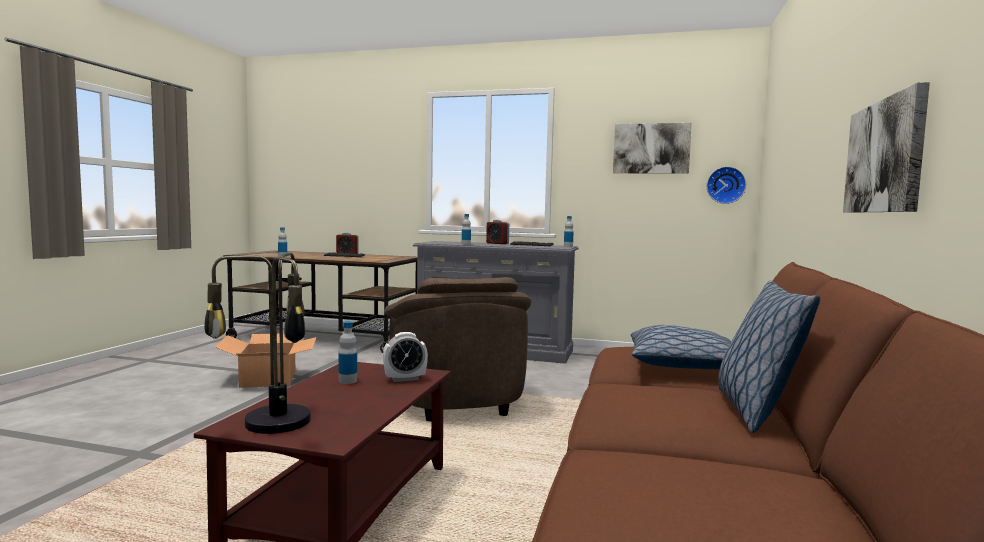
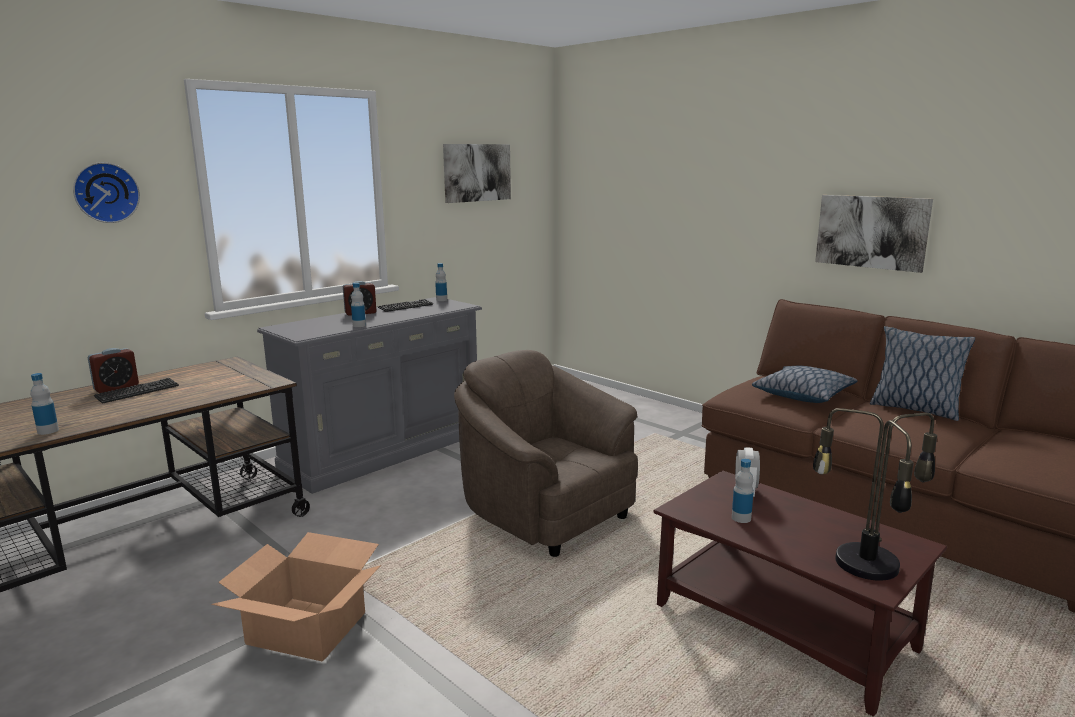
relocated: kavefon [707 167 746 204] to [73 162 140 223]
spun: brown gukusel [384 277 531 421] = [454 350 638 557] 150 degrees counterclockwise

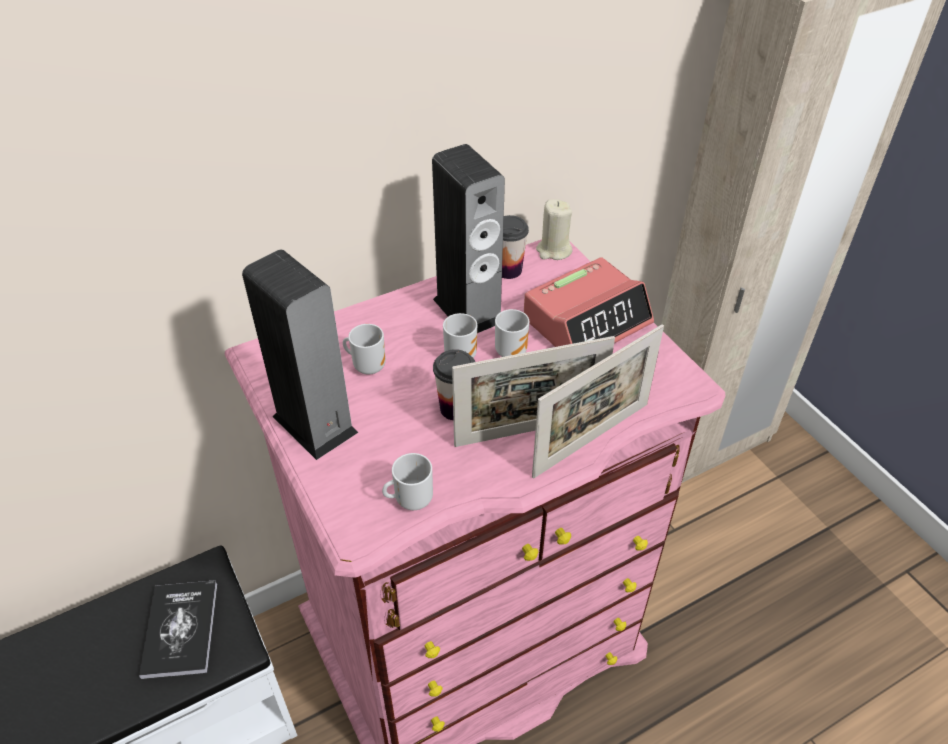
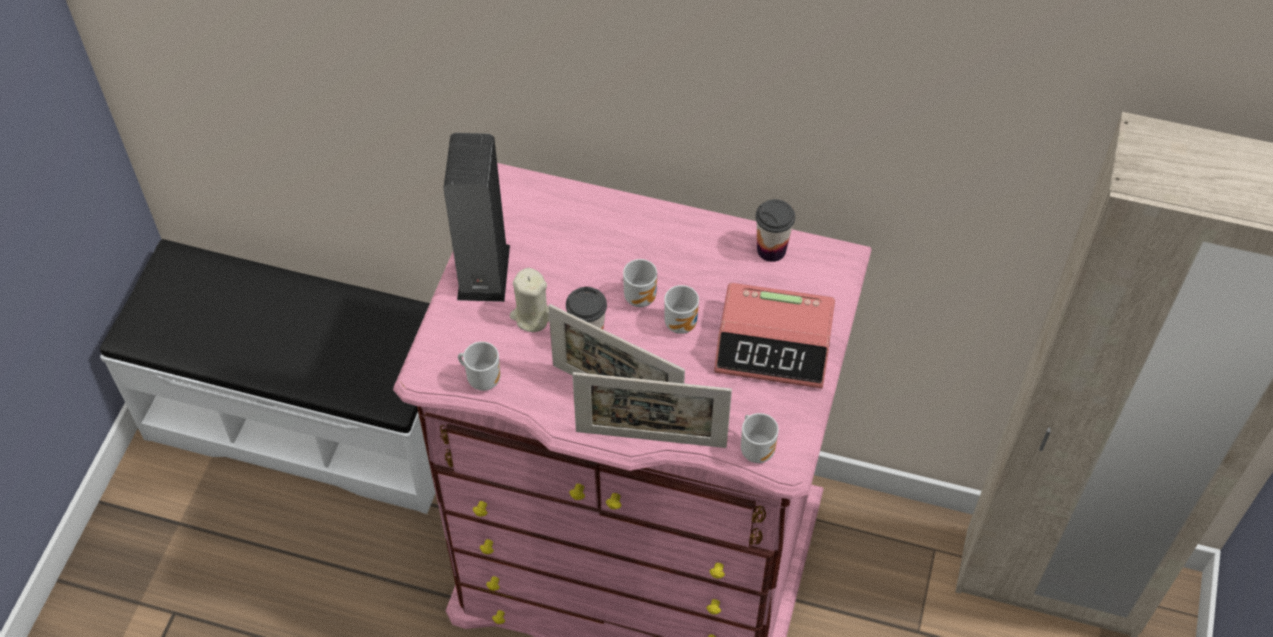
missing: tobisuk [139 580 217 679]; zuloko [432 144 505 333]
relocated: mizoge [343 324 386 374] to [741 413 779 463]; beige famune [536 199 572 260] to [510 268 549 332]

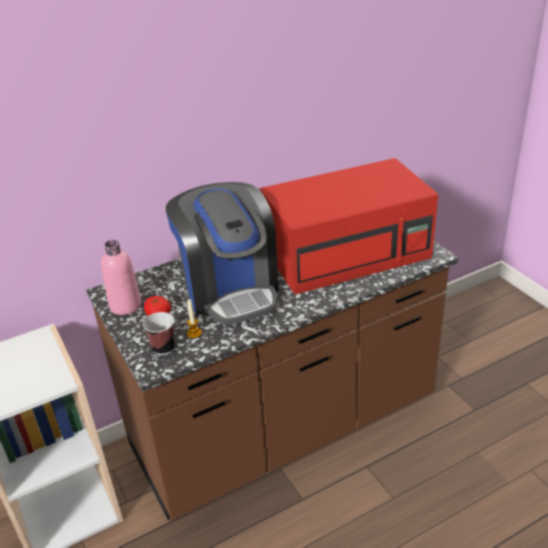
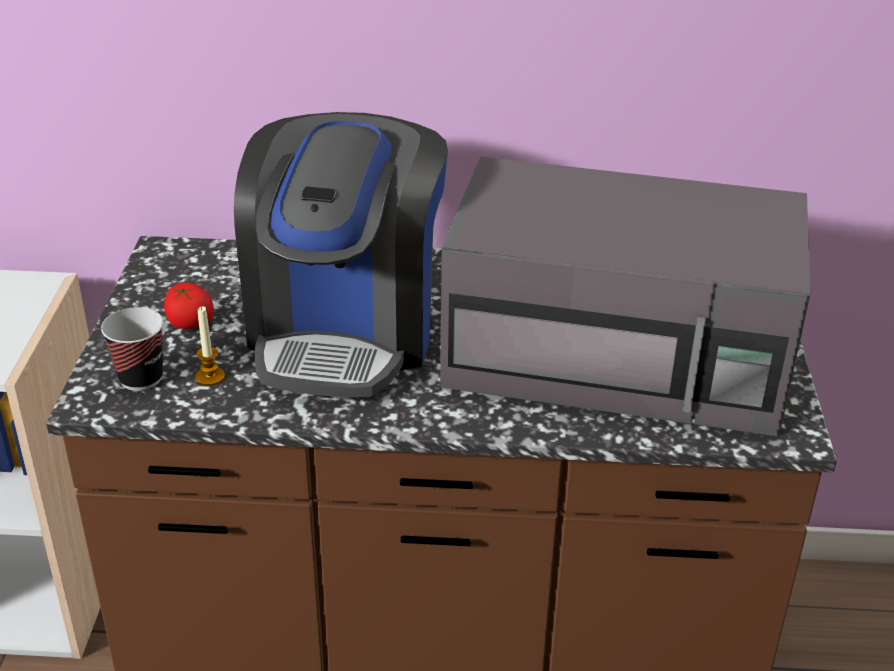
missing: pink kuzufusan [101 240 141 315]
colour: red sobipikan [260 158 438 295] to grey sobipikan [440 157 811 436]

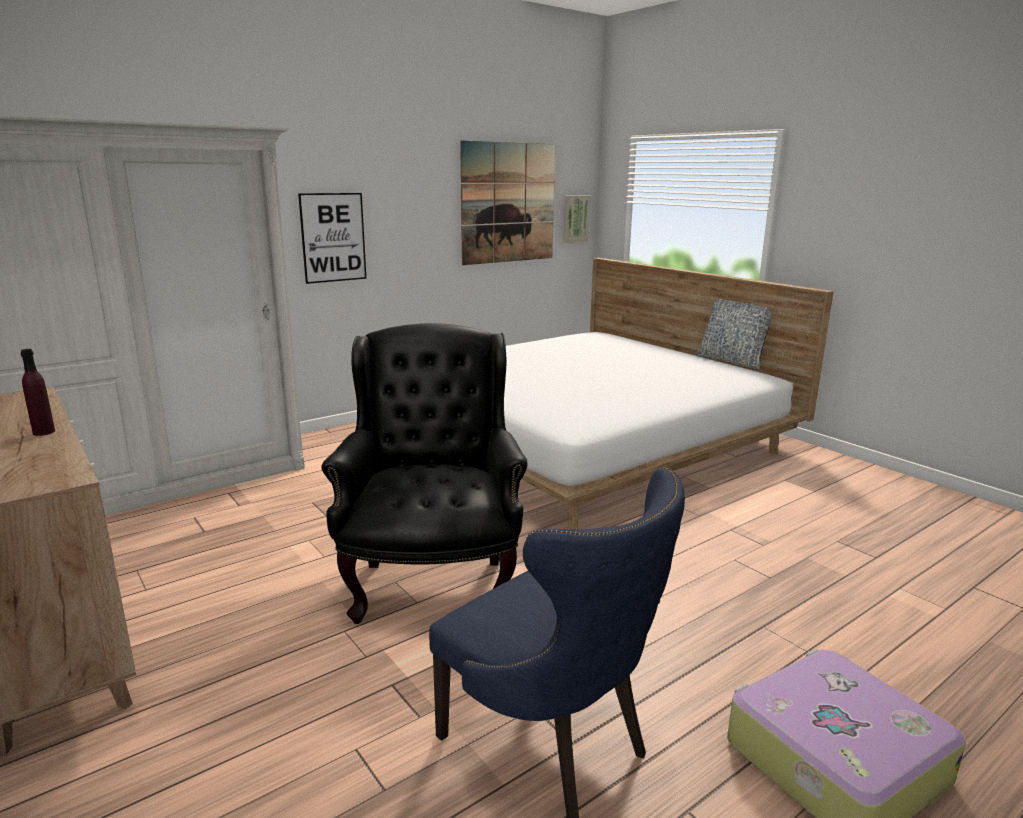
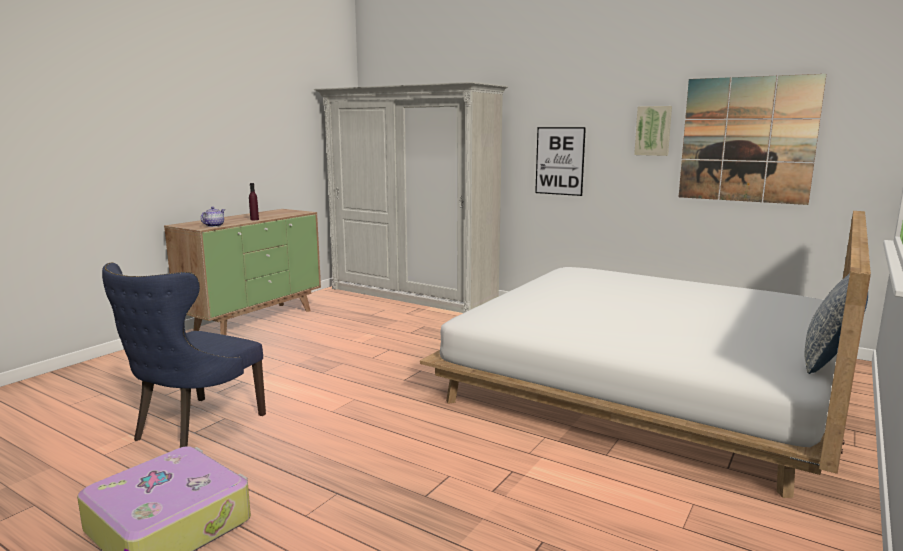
missing: black gukusel [322 323 528 624]
appeared: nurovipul [201 207 225 227]
relocated: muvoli [563 195 590 243] to [634 106 672 156]

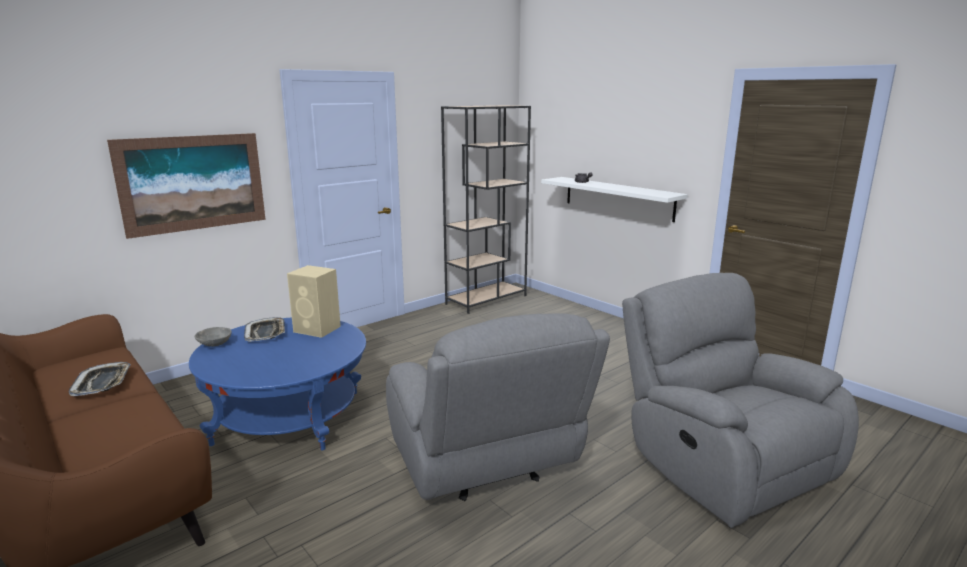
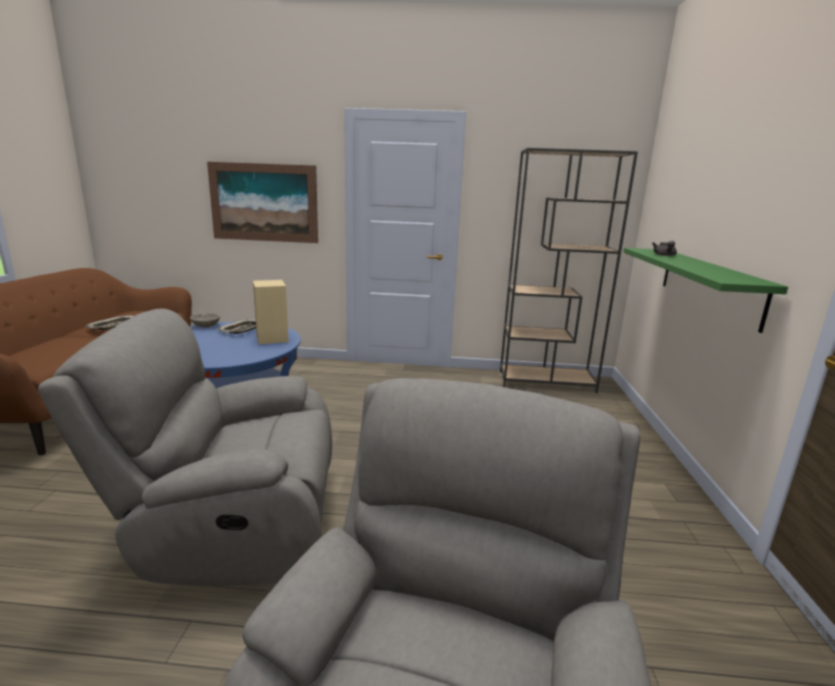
colour: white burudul [541 177 688 222] to green burudul [623 248 788 333]
spun: grey gukusel [386 313 610 501] = [38 309 332 587] 60 degrees clockwise

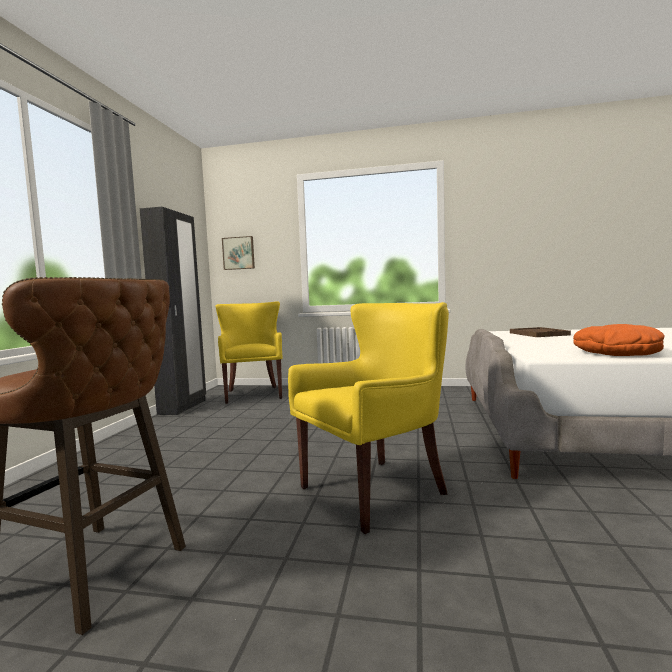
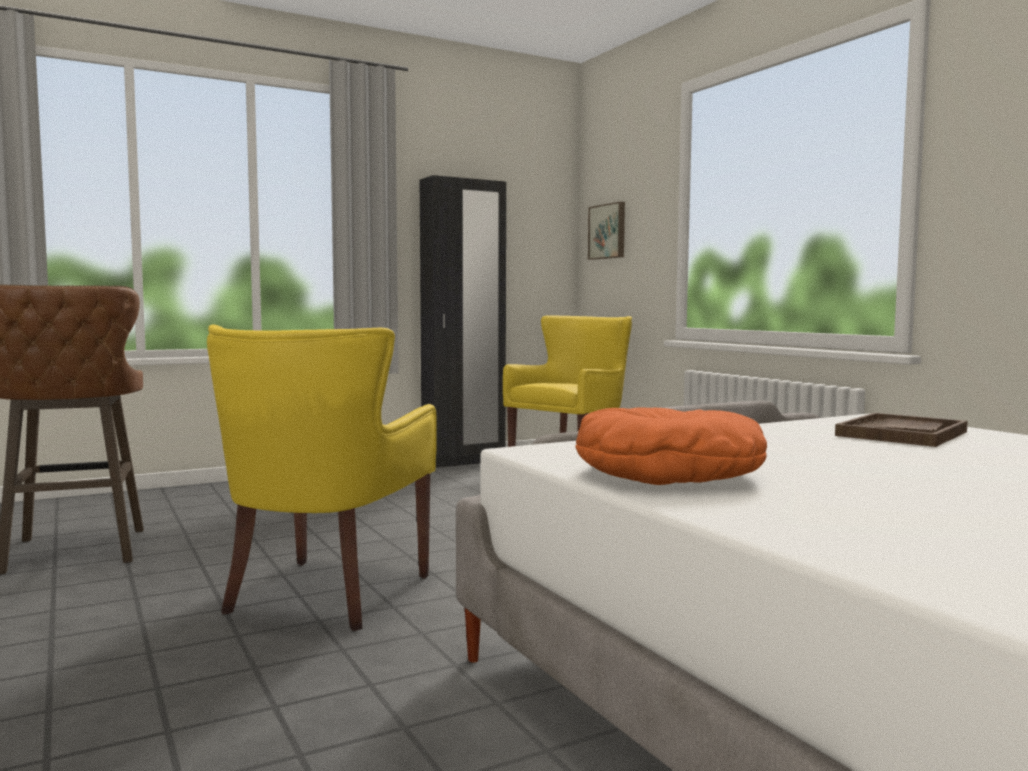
spun: yellow gukusel [288 302 449 534] = [207 324 437 631] 90 degrees clockwise

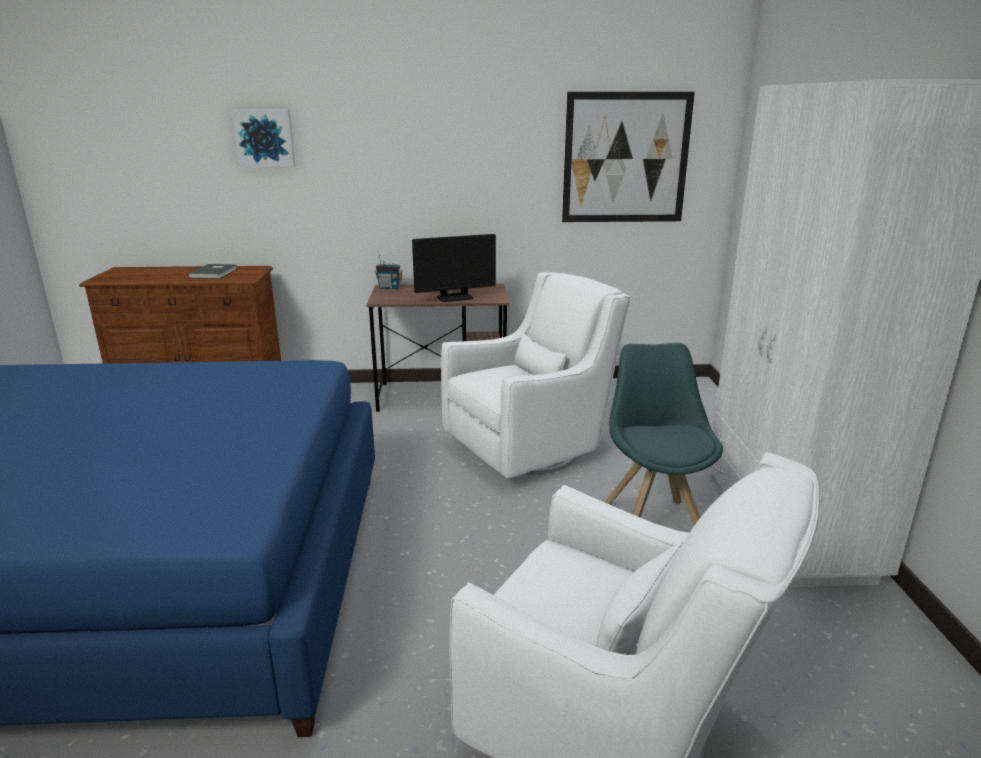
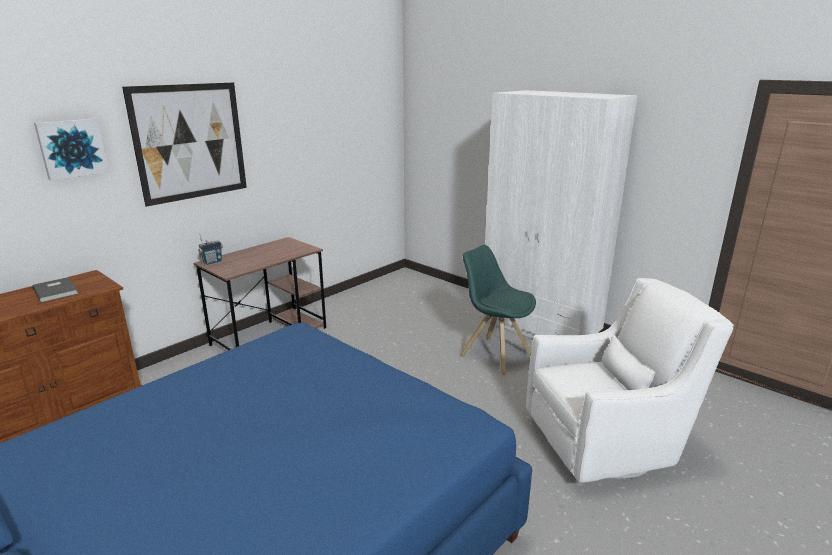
missing: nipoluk [412 234 496 302]; white gukusel [441 272 630 479]
relocated: muvoli [562 92 695 222] to [122 82 247 207]

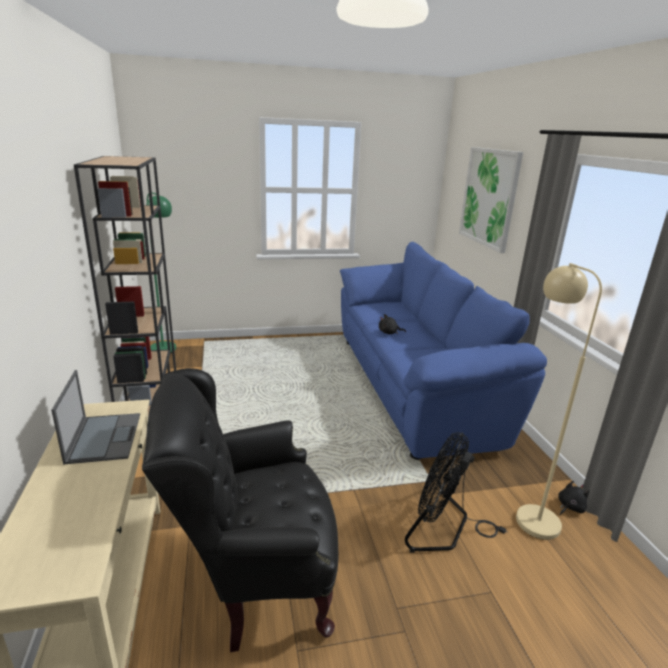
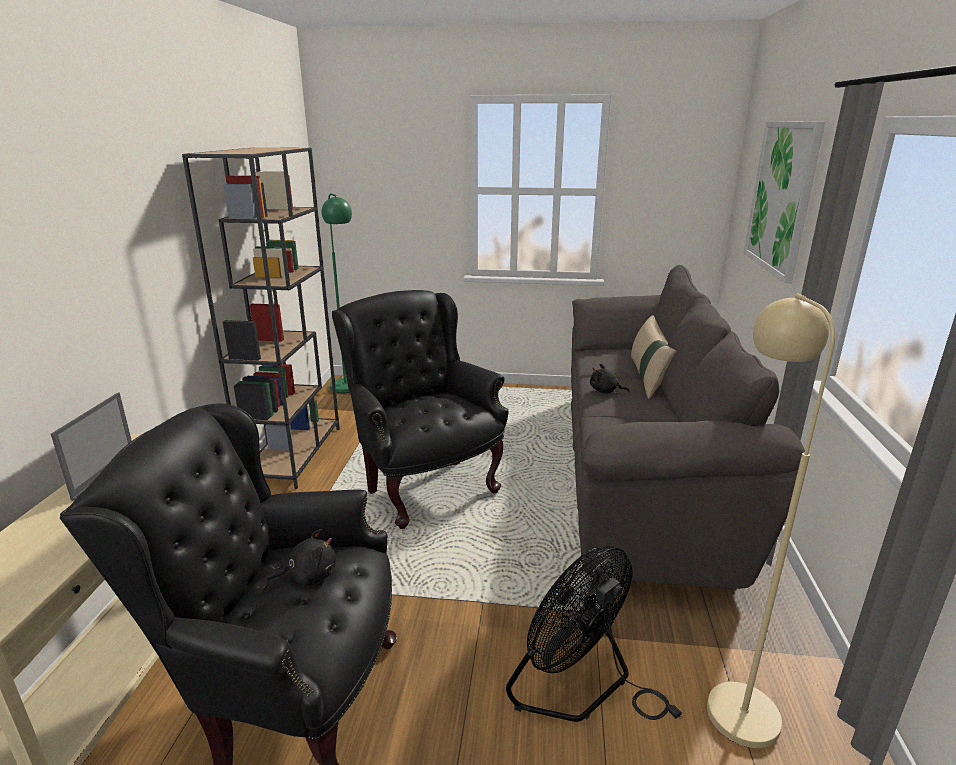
appeared: black gukusel [332 290 509 529]; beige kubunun [631 315 677 399]
relocated: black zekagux [558 481 590 515] to [266 529 336 587]
colour: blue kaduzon [340 242 547 460] to grey kaduzon [571 265 805 589]

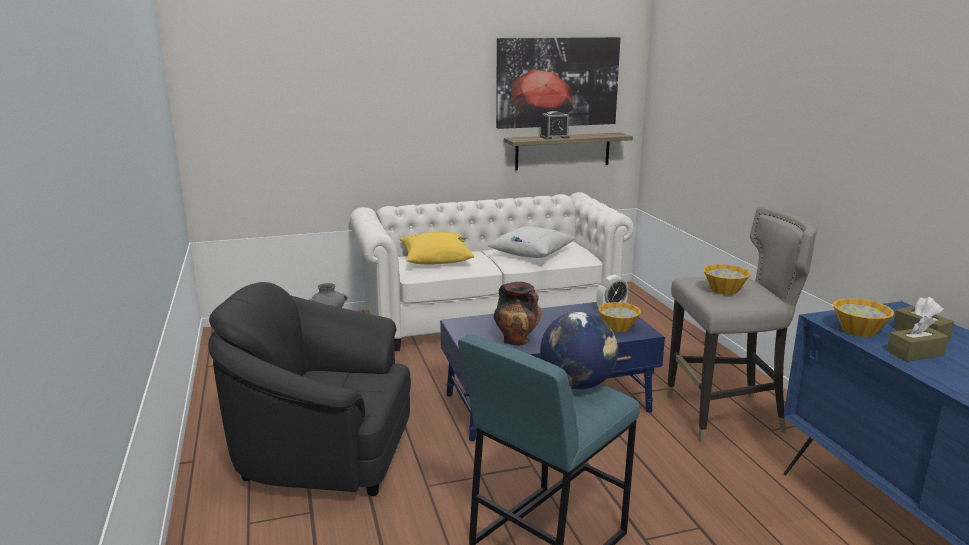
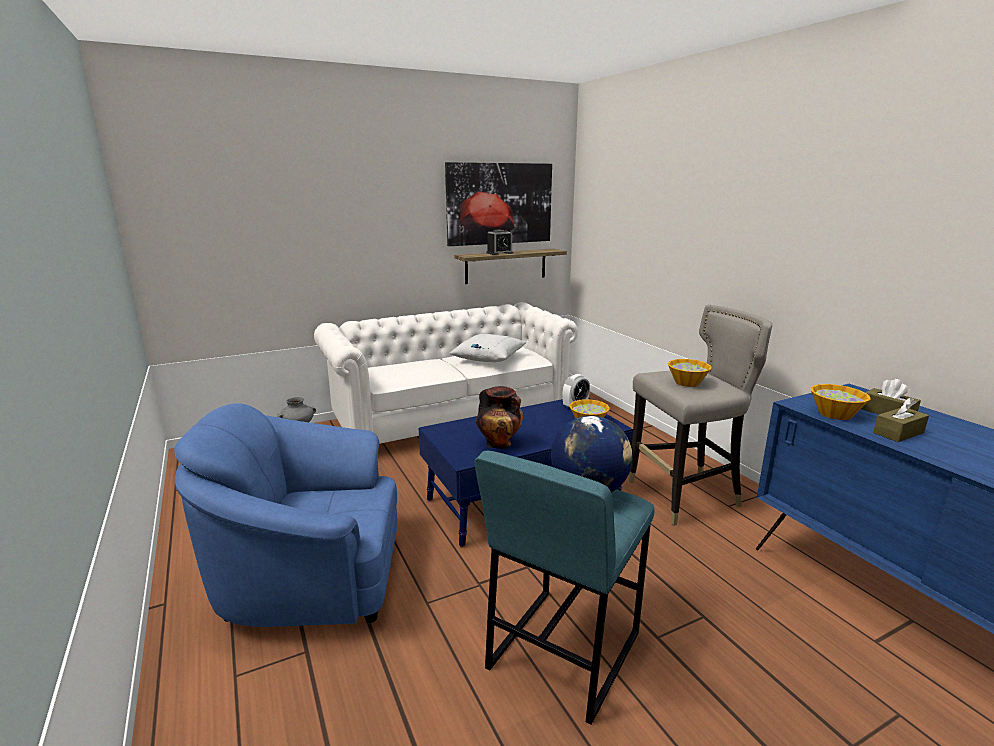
missing: yellow kubunun [400 232 474 265]
colour: black gukusel [208 282 411 496] to blue gukusel [174 403 397 627]

